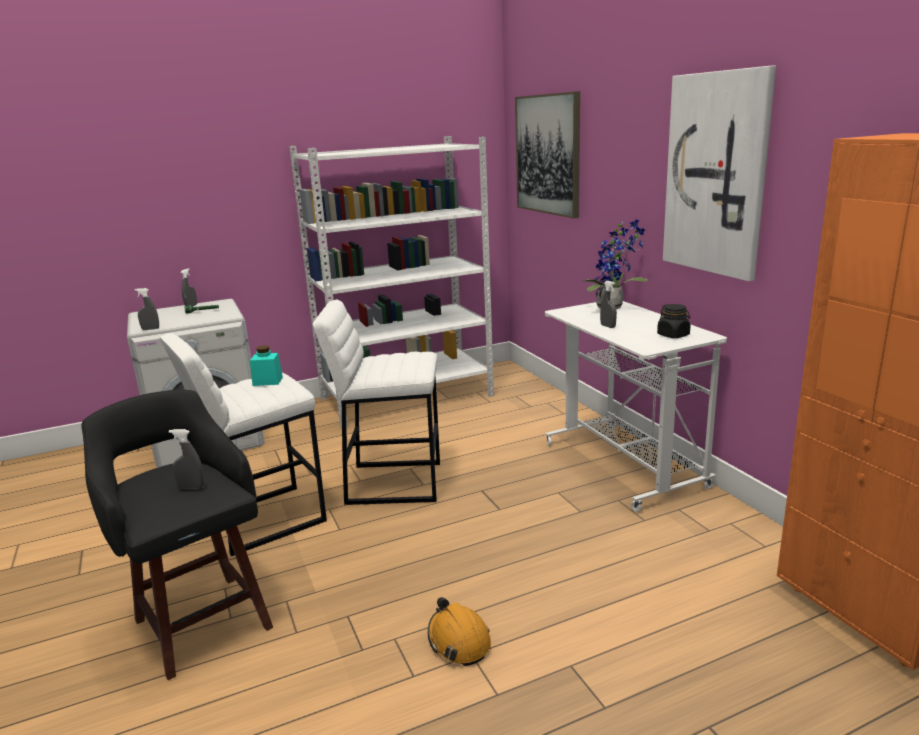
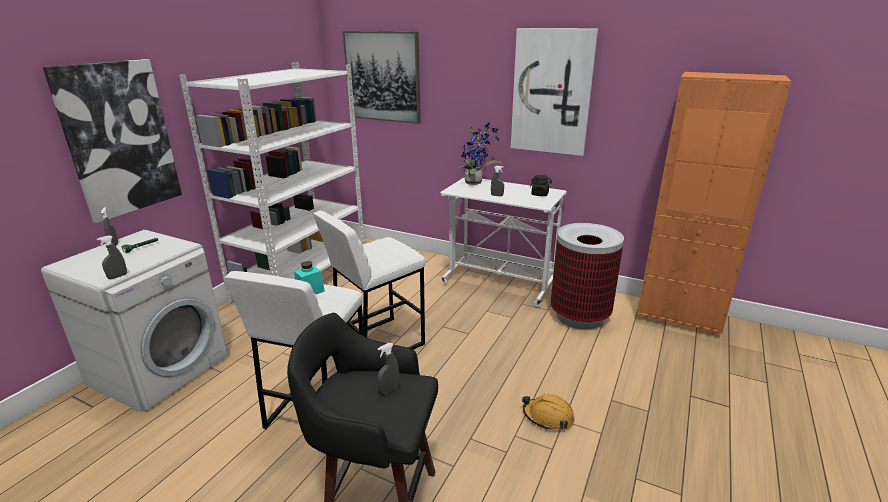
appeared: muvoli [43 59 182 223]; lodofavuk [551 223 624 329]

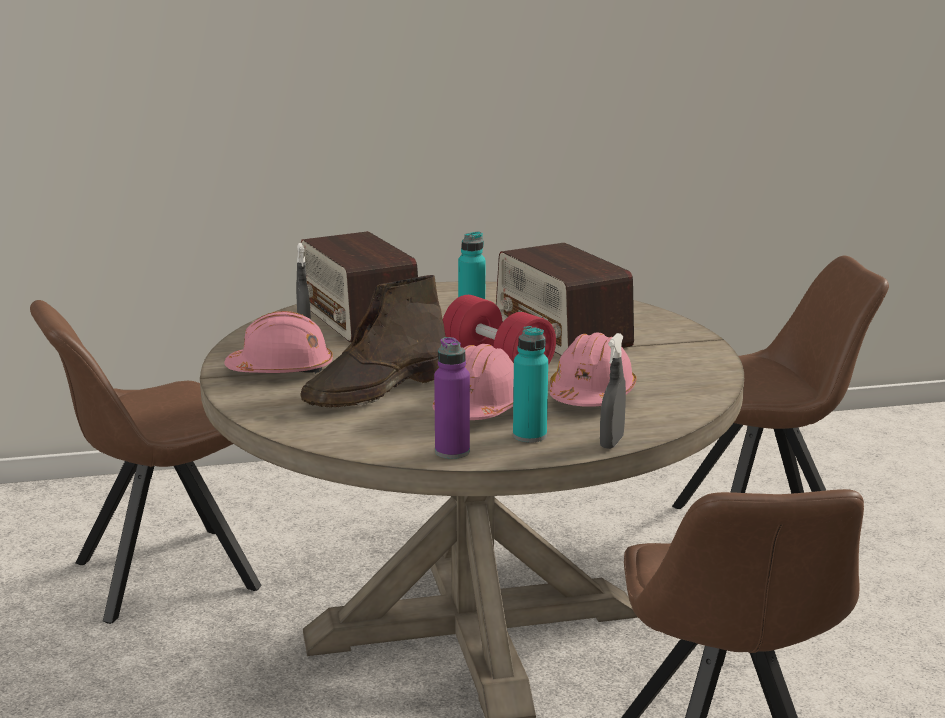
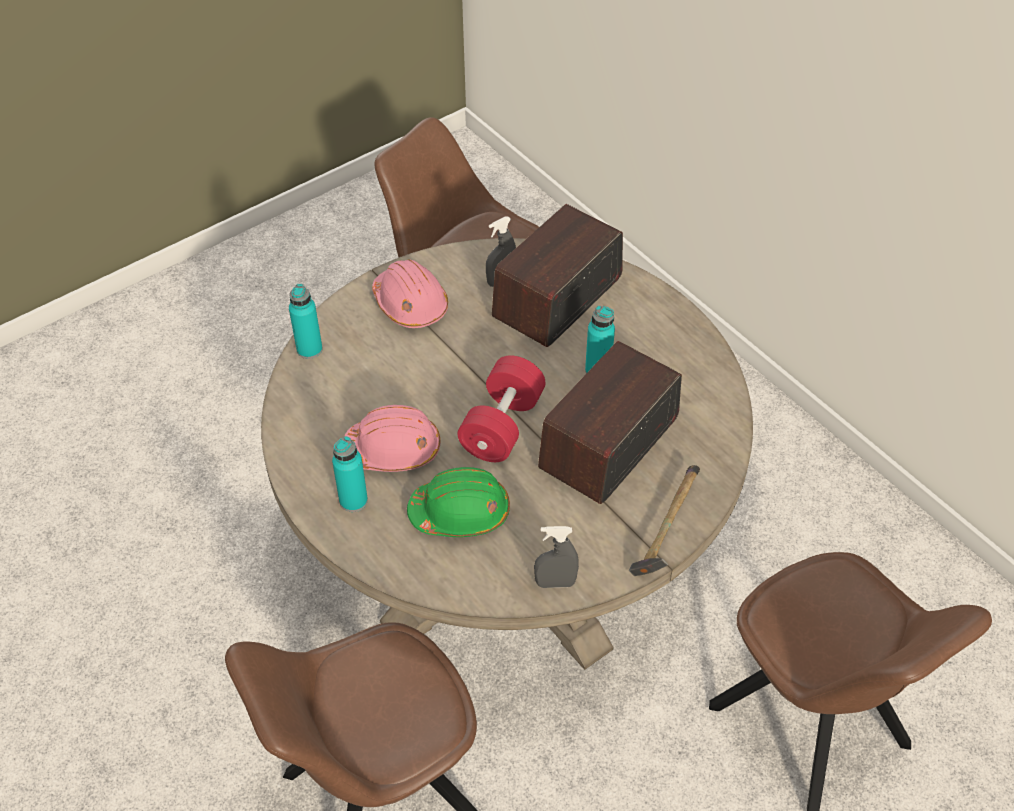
missing: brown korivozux [300 275 446 408]; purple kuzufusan [434 337 470 459]
appeared: turquoise kuzufusan [289 284 323 359]; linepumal [629 465 700 576]
relocated: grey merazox [600 333 626 449] to [534 526 579 588]
colour: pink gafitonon [549 332 637 407] to green gafitonon [407 467 510 537]

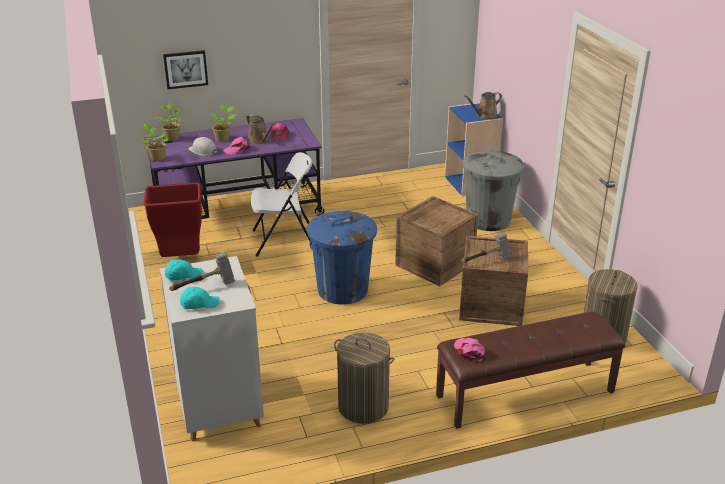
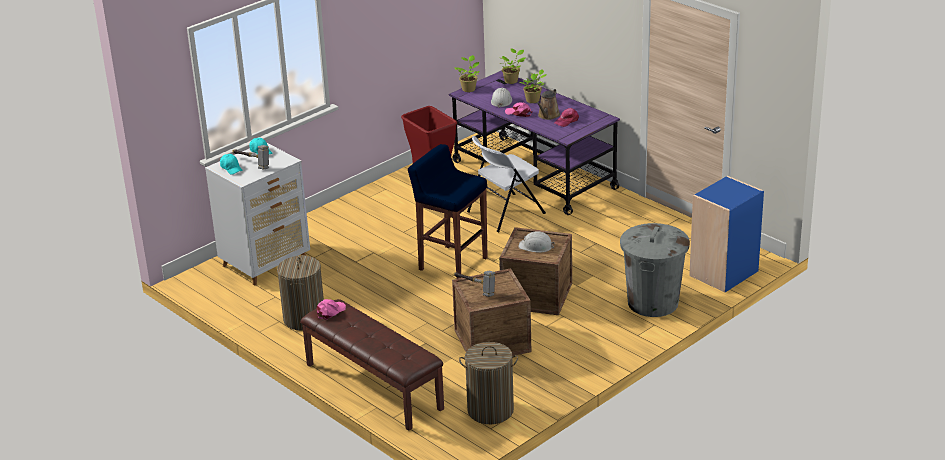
missing: muvoli [163 50 208 89]; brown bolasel [464 92 502 119]
appeared: white gafitonon [518 232 555 252]
exchanged: blue lodofavuk [307 211 377 305] to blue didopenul [408 144 487 279]
spun: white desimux [251 153 313 257] = [467 136 546 233] 90 degrees clockwise

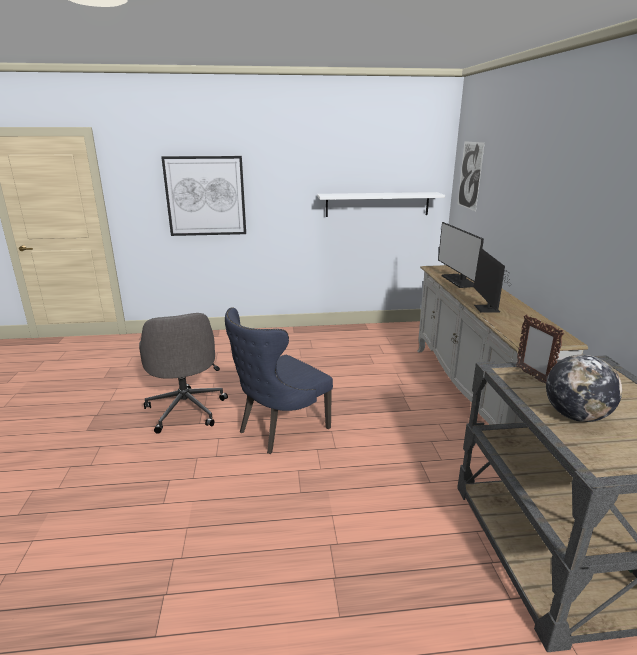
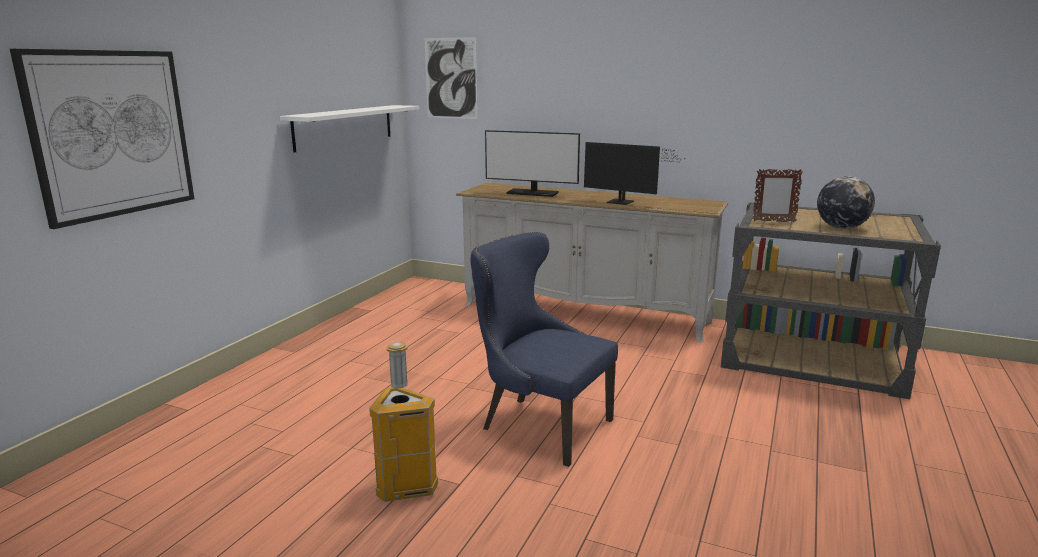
exchanged: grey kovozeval [139 313 228 434] to lodofavuk [369 342 438 502]
spun: blue desimux [225 307 333 454] = [471 232 618 467] 135 degrees clockwise

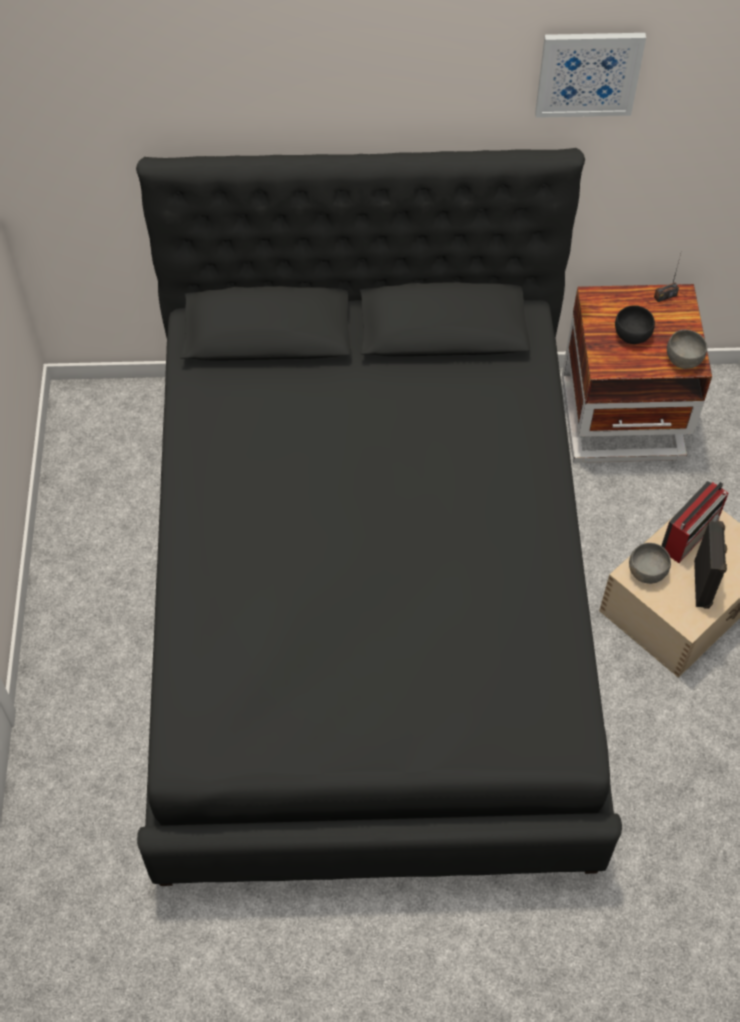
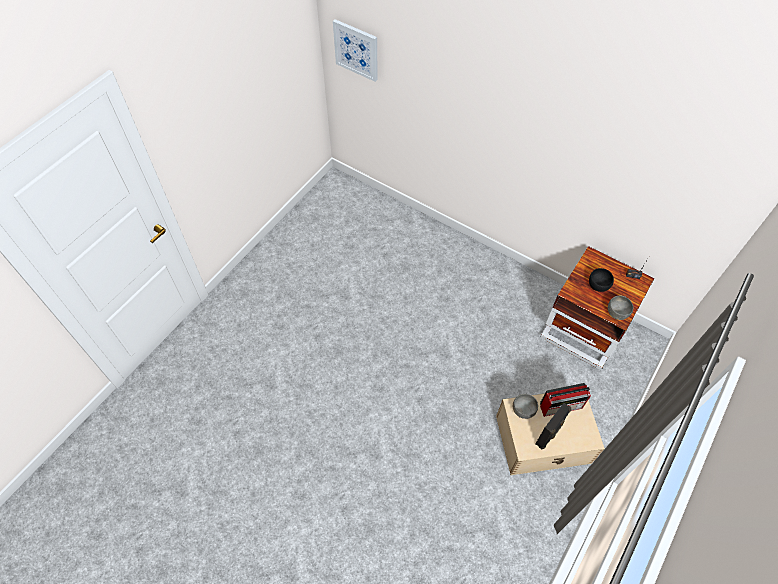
missing: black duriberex [136 148 622 886]
relocated: muvoli [535 33 646 118] to [333 19 378 82]

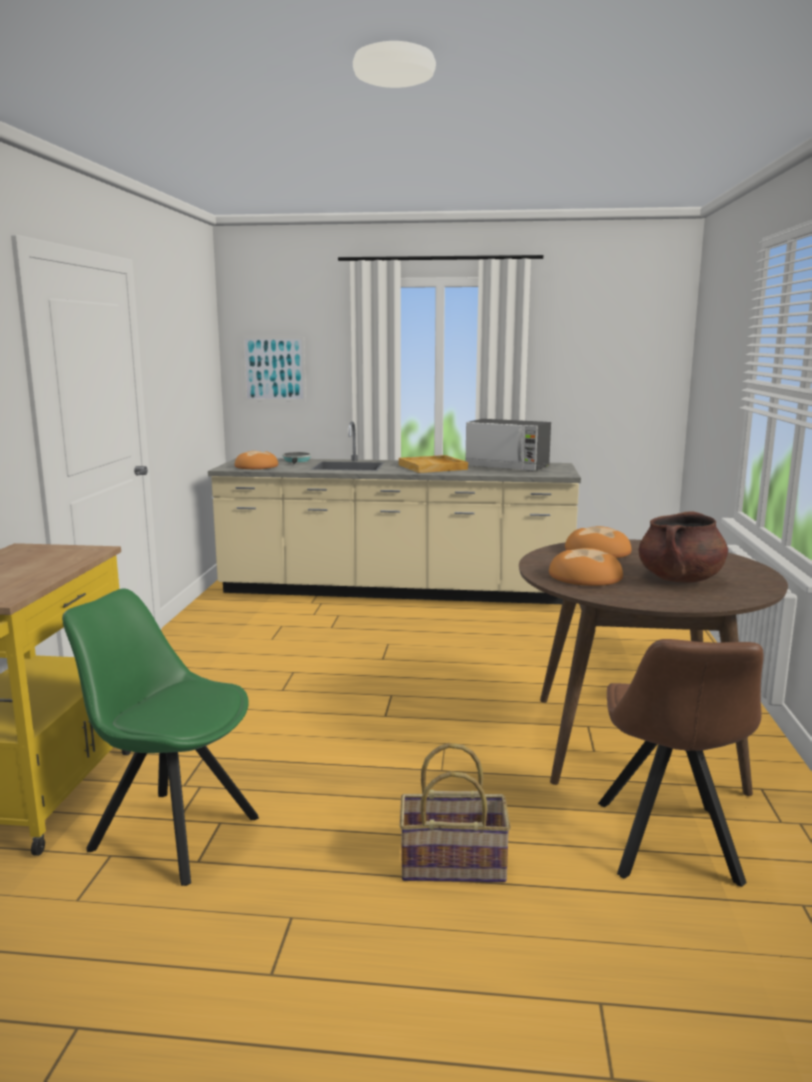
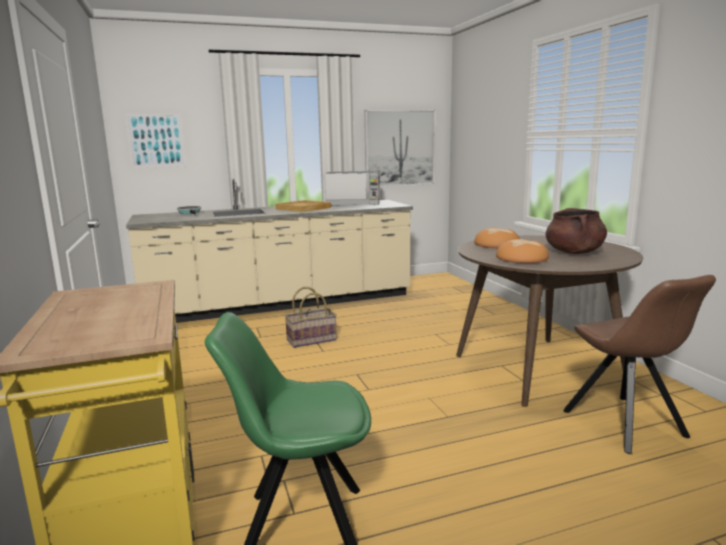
missing: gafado [235 451 278 469]
appeared: muvoli [364 110 435 187]
relocated: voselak [400 743 511 882] to [284 287 337 348]

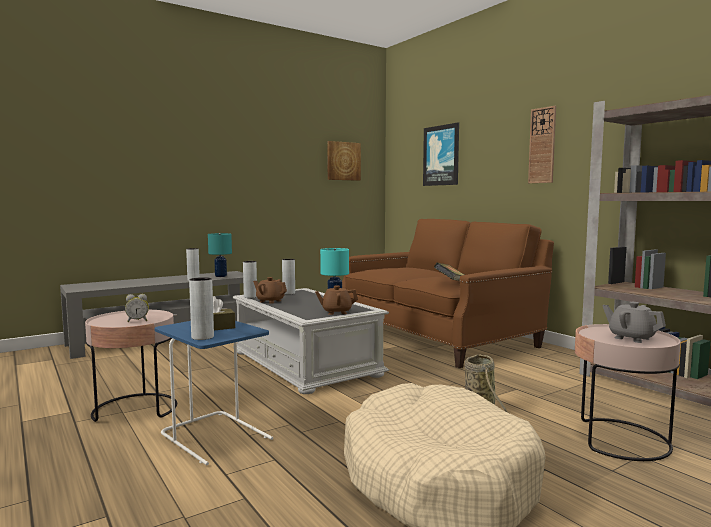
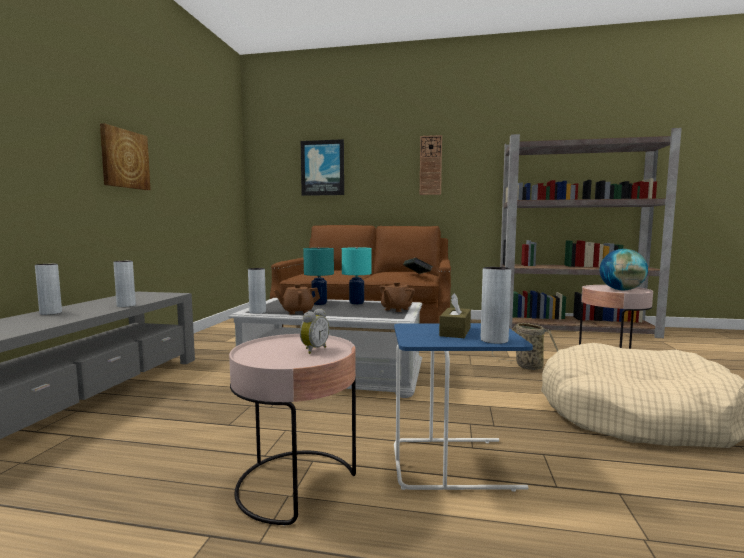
relocated: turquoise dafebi [208 233 232 277] to [303 247 334 305]; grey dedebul [282 259 295 295] to [35 264 62 315]; muvoli [327 141 361 181] to [100 123 151 190]
exchanged: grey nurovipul [602 302 666 343] to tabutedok [600 249 648 290]

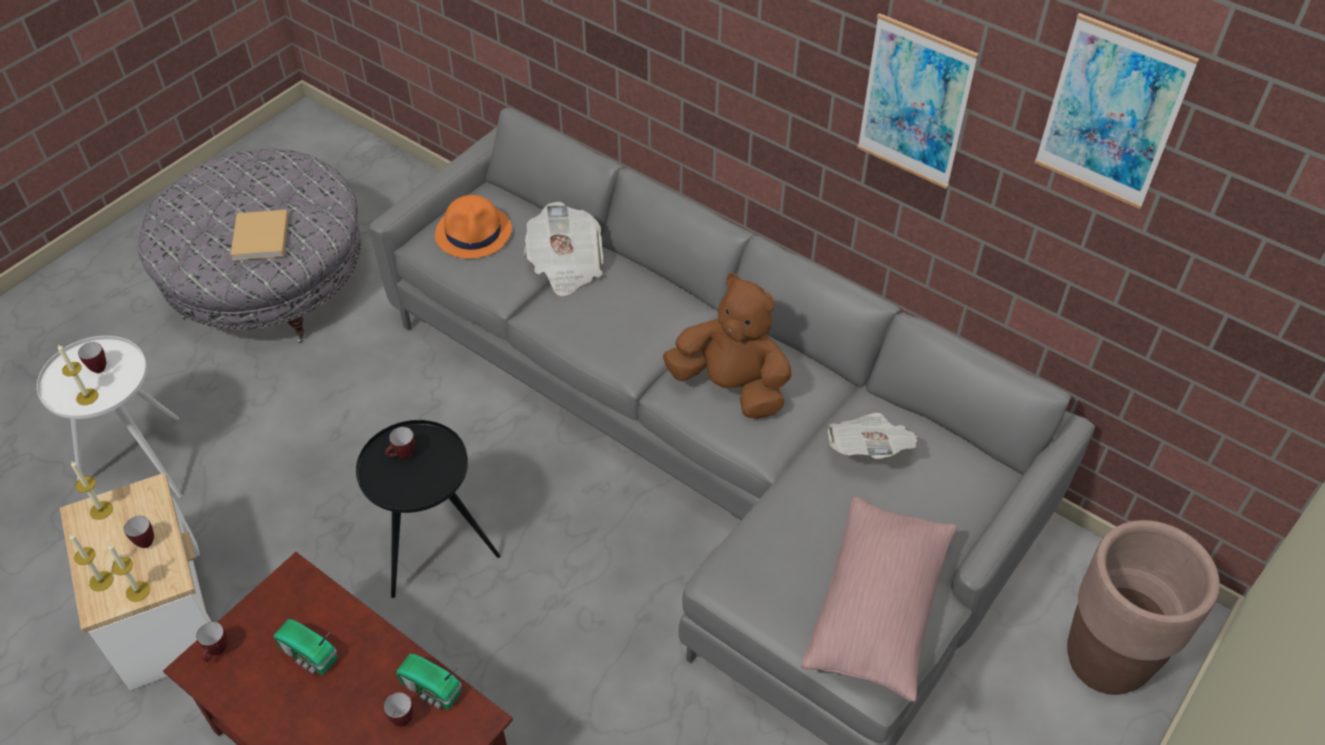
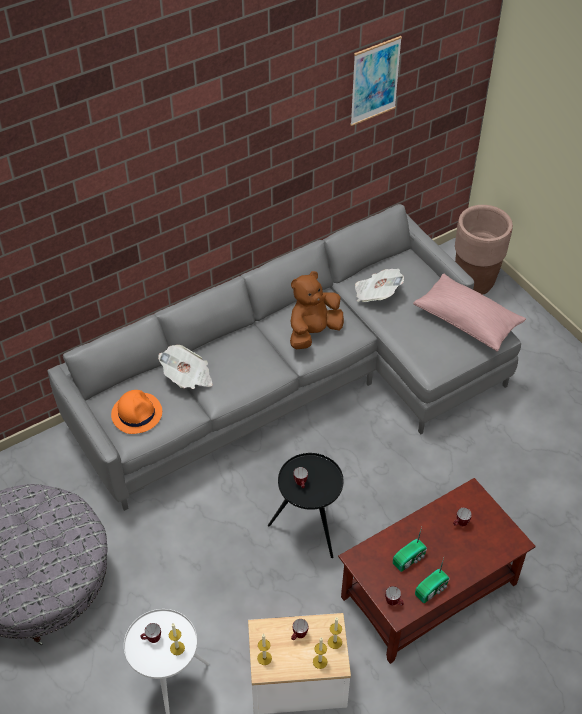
missing: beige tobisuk [230 210 289 261]; muvoli [857 13 979 189]
relocated: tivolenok [396 654 462 710] to [415 558 450 603]

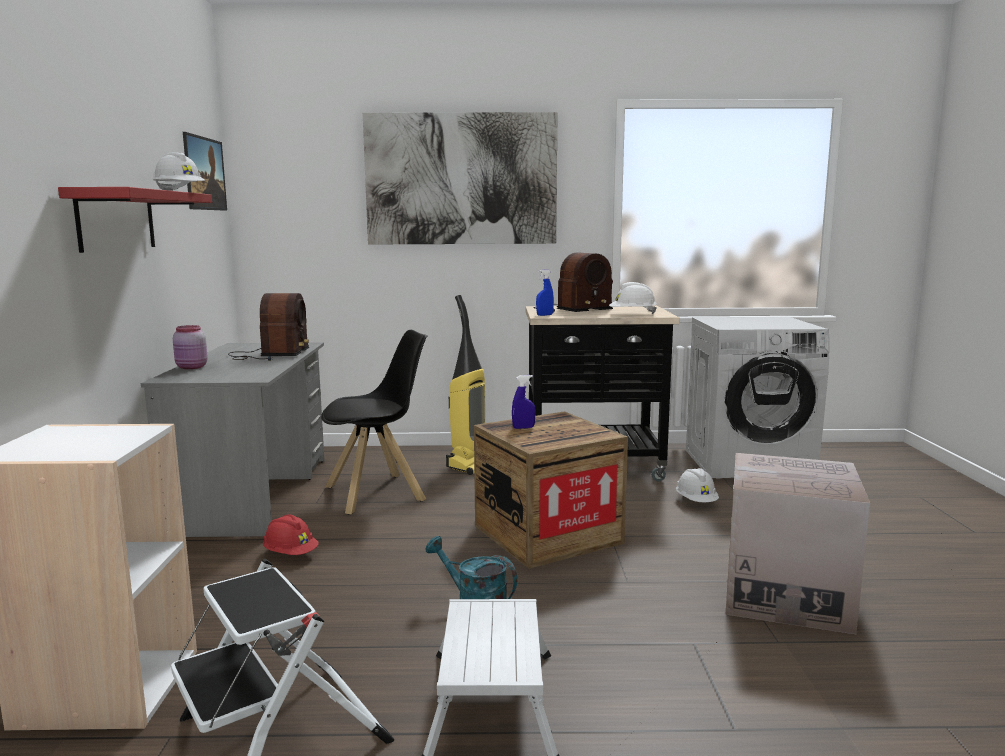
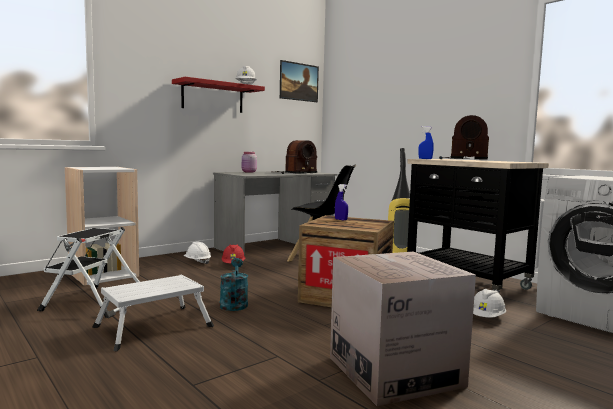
missing: muvoli [363 112 558 244]
relocated: white gafitonon [609 282 657 314] to [183 241 211 265]

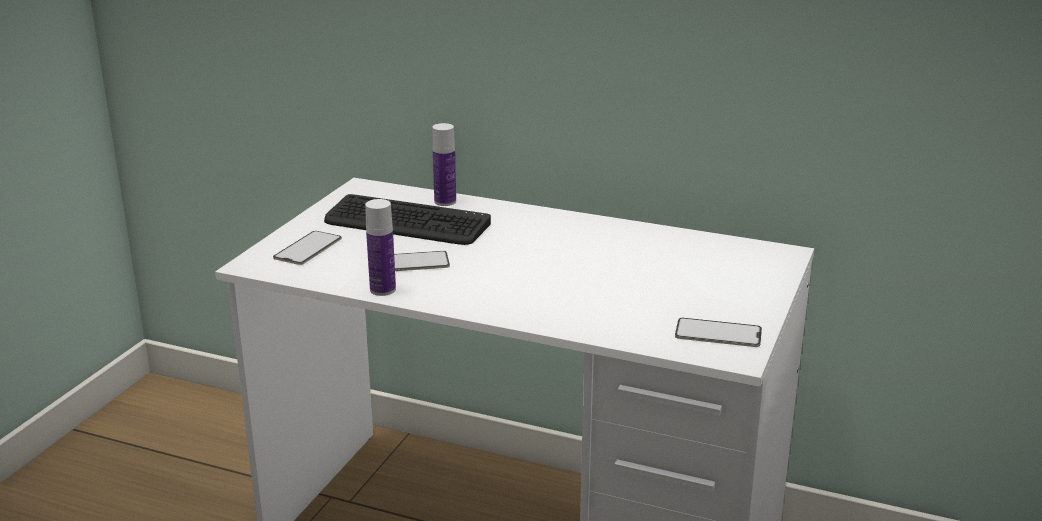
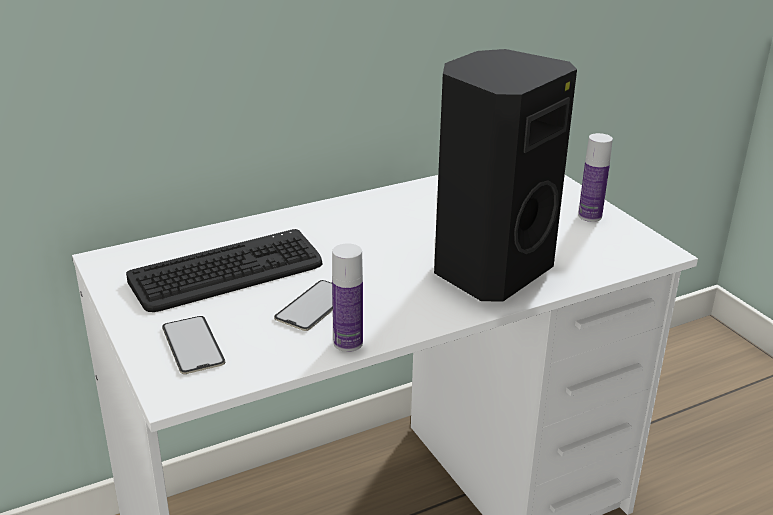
missing: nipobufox [675 318 762 347]
appeared: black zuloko [434 49 577 302]
relocated: kuzufusan [432 123 456 206] to [578 133 613 222]

